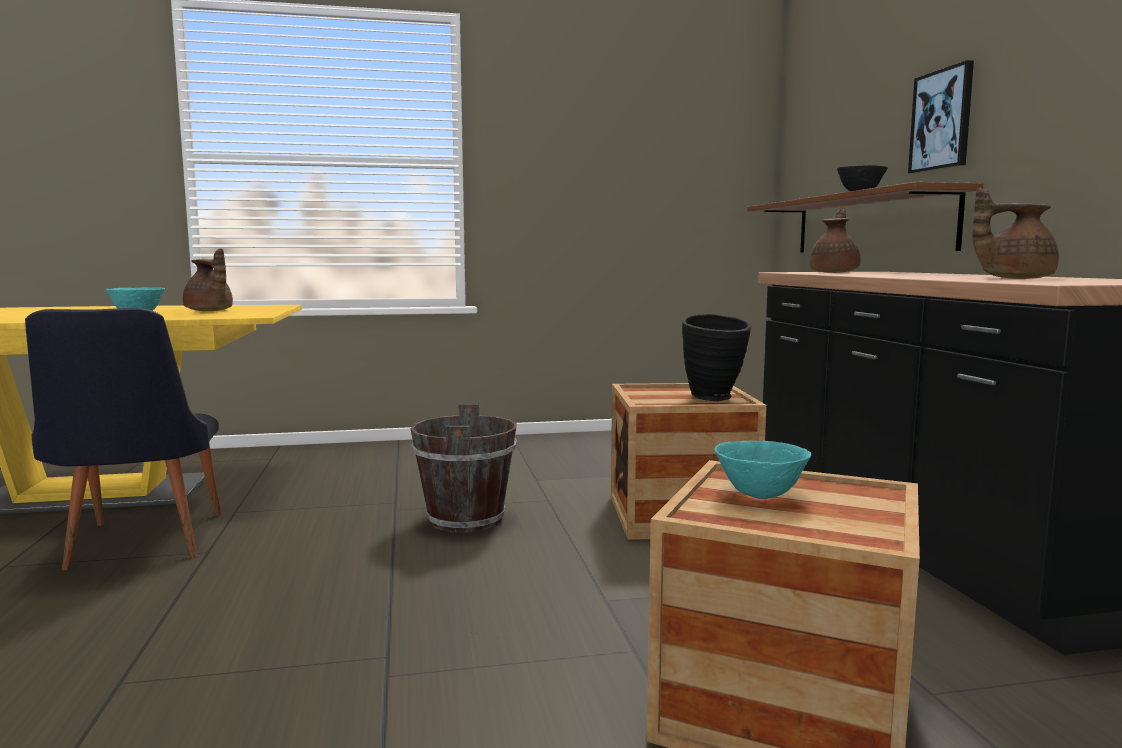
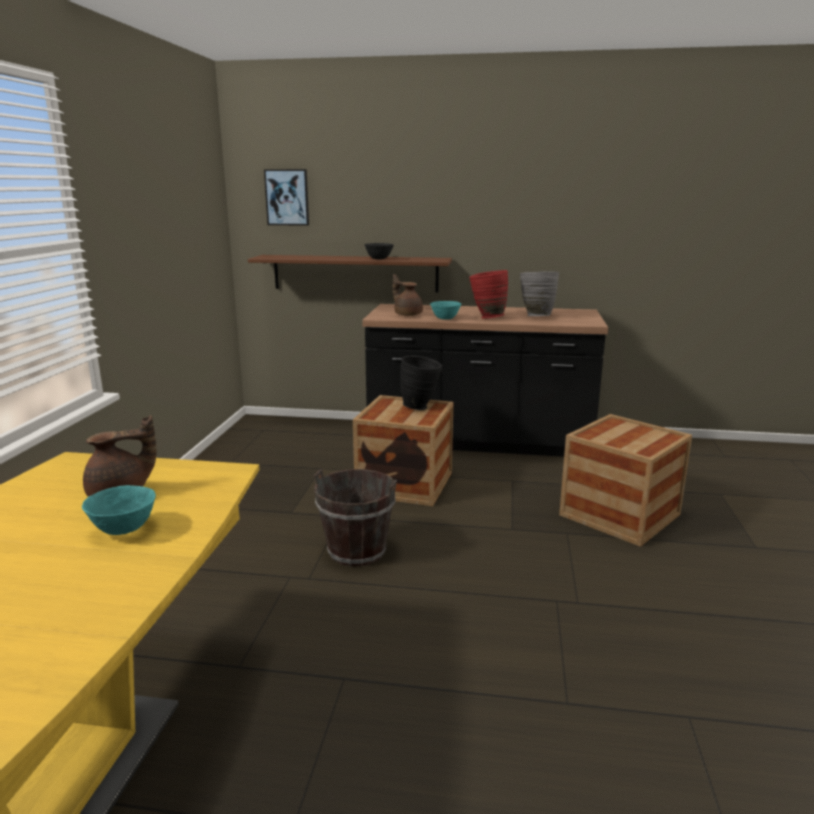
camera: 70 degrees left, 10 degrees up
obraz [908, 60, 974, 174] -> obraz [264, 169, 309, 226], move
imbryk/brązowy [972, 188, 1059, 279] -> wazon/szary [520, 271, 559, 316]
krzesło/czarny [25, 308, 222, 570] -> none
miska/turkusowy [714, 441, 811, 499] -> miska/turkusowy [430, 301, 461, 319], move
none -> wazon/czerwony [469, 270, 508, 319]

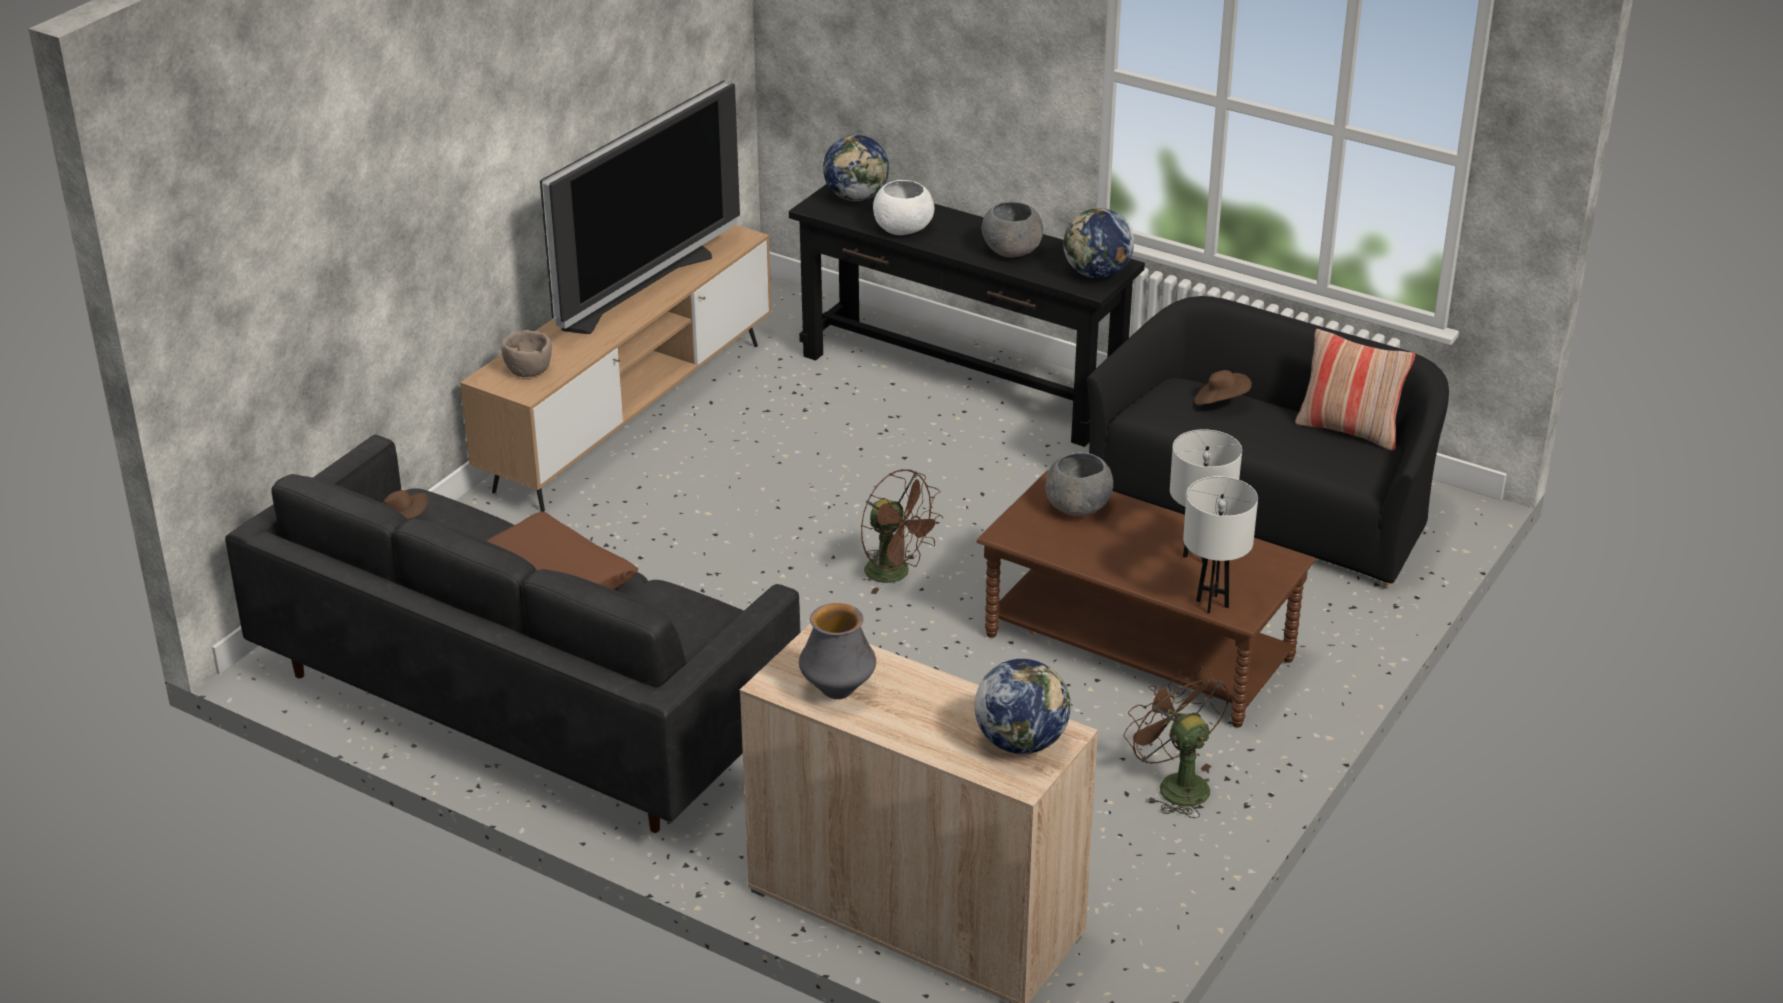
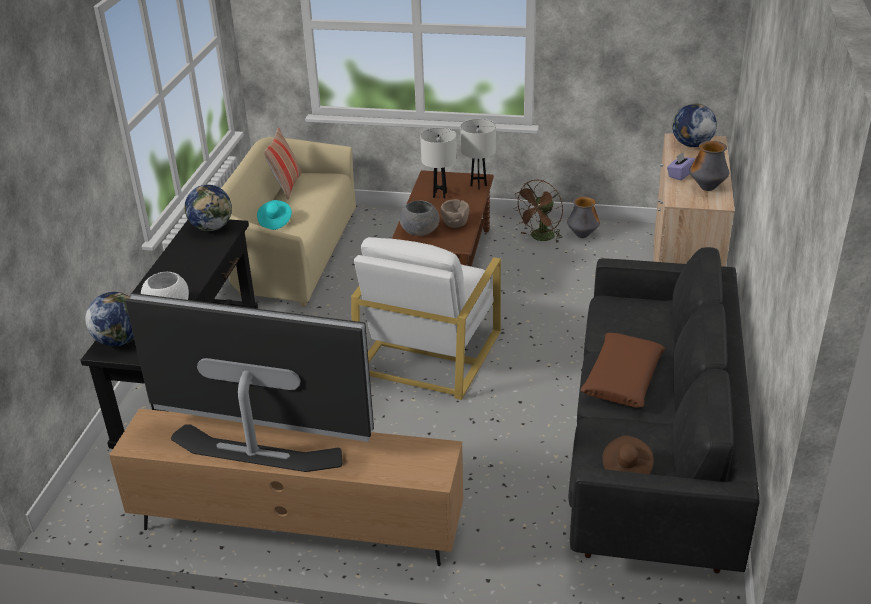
camera: 110 degrees left, 0 degrees up
miska/szary [981, 202, 1043, 258] -> none
kanapa/czarny [1087, 296, 1449, 588] -> kanapa/beżowy [221, 137, 356, 306]
miska/brązowy [501, 330, 552, 377] -> miska/brązowy [440, 199, 469, 228], move
kapelusz/brązowy [1194, 370, 1252, 405] -> kapelusz/turkusowy [257, 200, 292, 230]
wentylator/brązowy [861, 469, 944, 594] -> fotel/biały [351, 237, 501, 400]
none -> pudełko chusteczek/fioletowy [667, 152, 696, 180]
none -> wazon [567, 197, 600, 238]

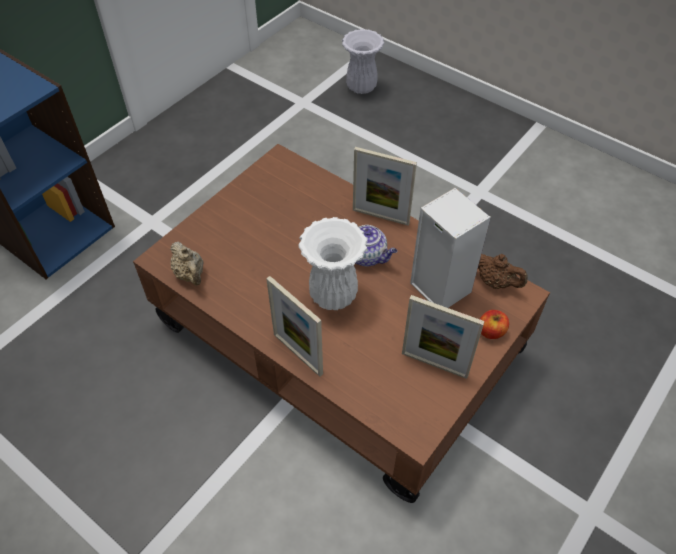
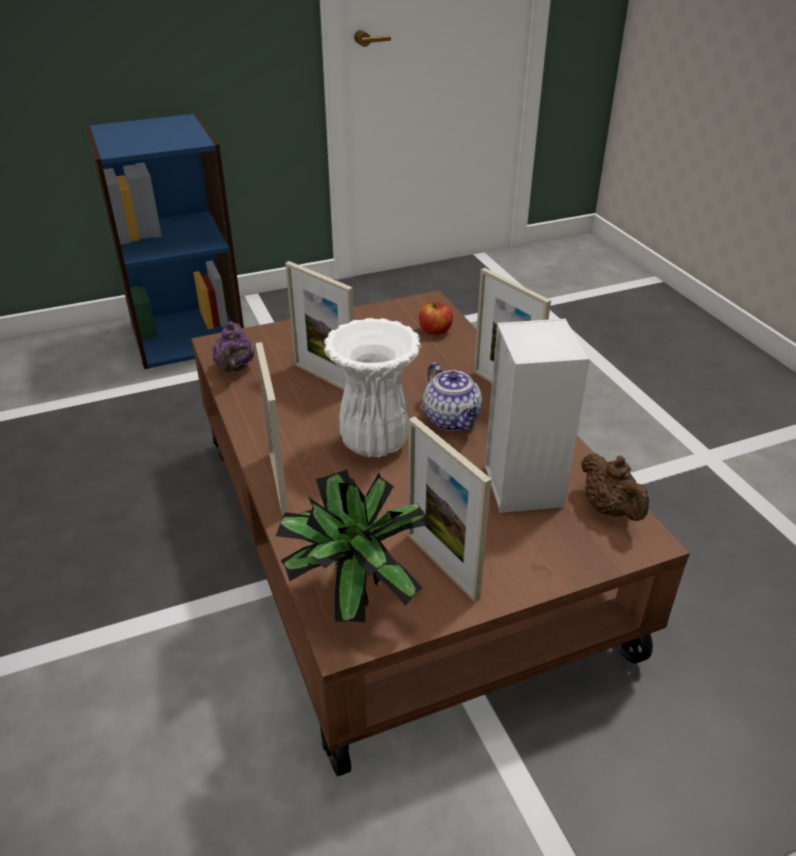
camera: 30 degrees right, 15 degrees down
wazon/biały [342, 29, 384, 94] -> none
imbryk/beżowy [170, 241, 203, 286] -> imbryk/fioletowy [213, 321, 254, 373]
jabłko [480, 310, 509, 339] -> jabłko [419, 302, 453, 335], move
none -> ramka na zdjęcie [285, 261, 354, 390]
none -> roślina doniczkowa [276, 469, 431, 623]

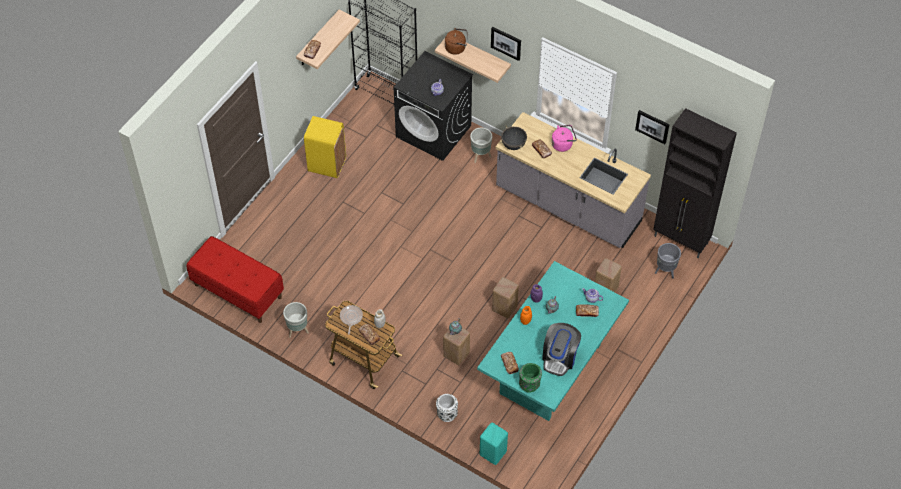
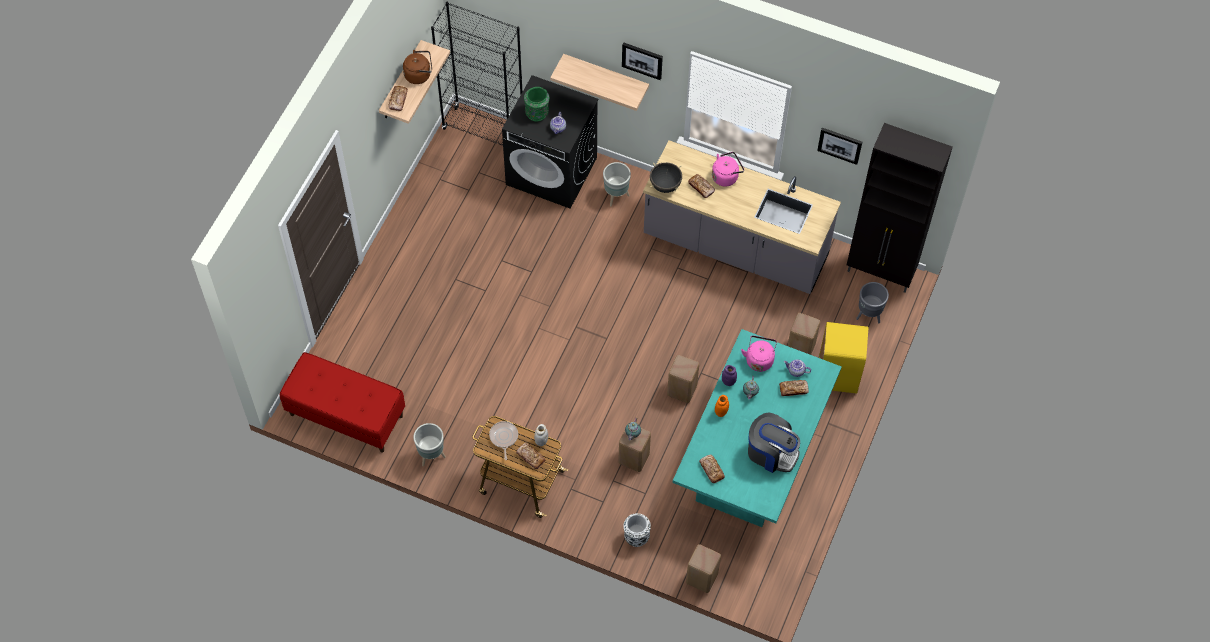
camera: 10 degrees left, 5 degrees up
czajnik/brązowy [445, 28, 467, 54] -> czajnik/brązowy [403, 50, 432, 84], move
kosz na śmieci/żółty [304, 116, 346, 178] -> kosz na śmieci/żółty [819, 322, 868, 394], move
ekspres do kawy [542, 323, 581, 376] -> ekspres do kawy [748, 413, 800, 473], 75 degrees counterclockwise
wazon/zielony [519, 363, 542, 393] -> wazon/zielony [524, 87, 549, 122], move
stołek/turkusowy [480, 422, 508, 465] -> stołek/beżowy [686, 544, 721, 593]
none -> czajnik/różowy [741, 336, 777, 372]

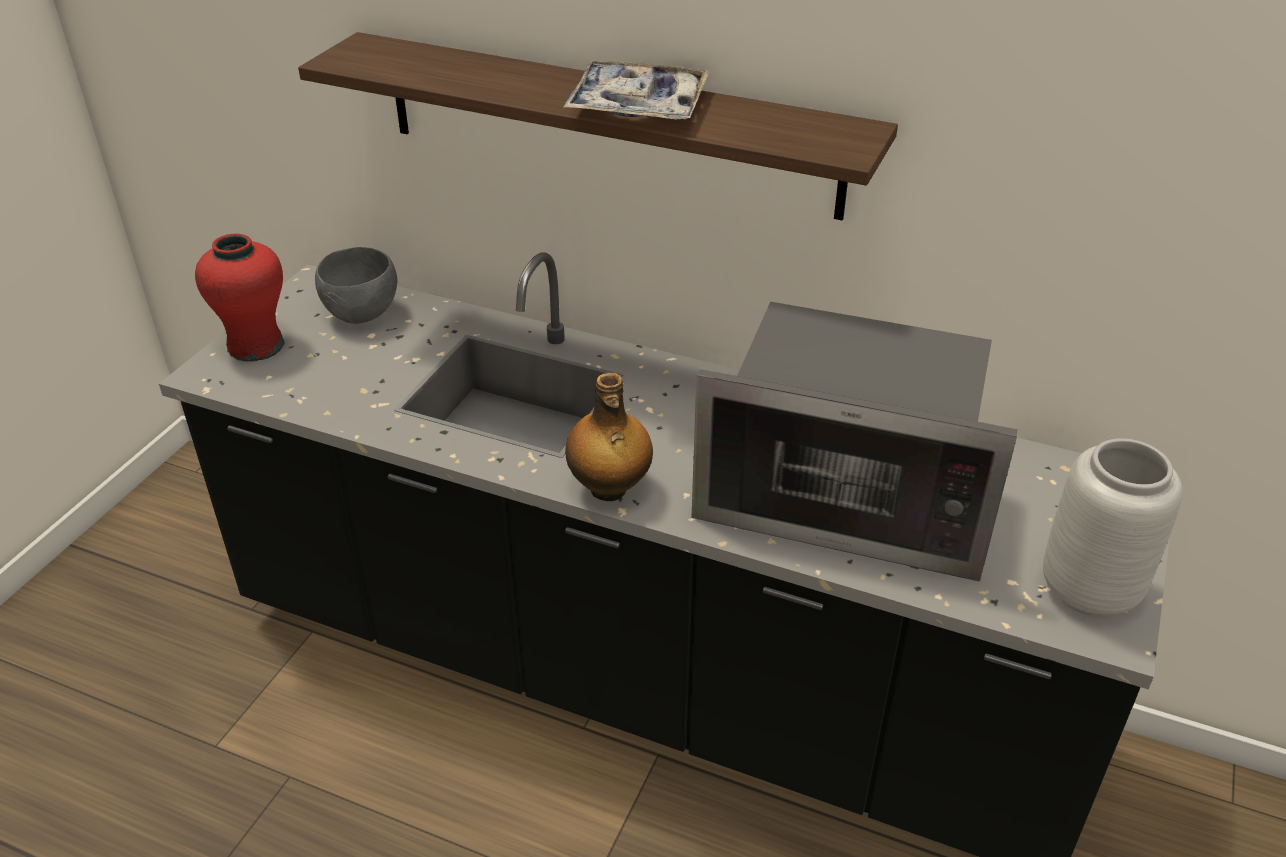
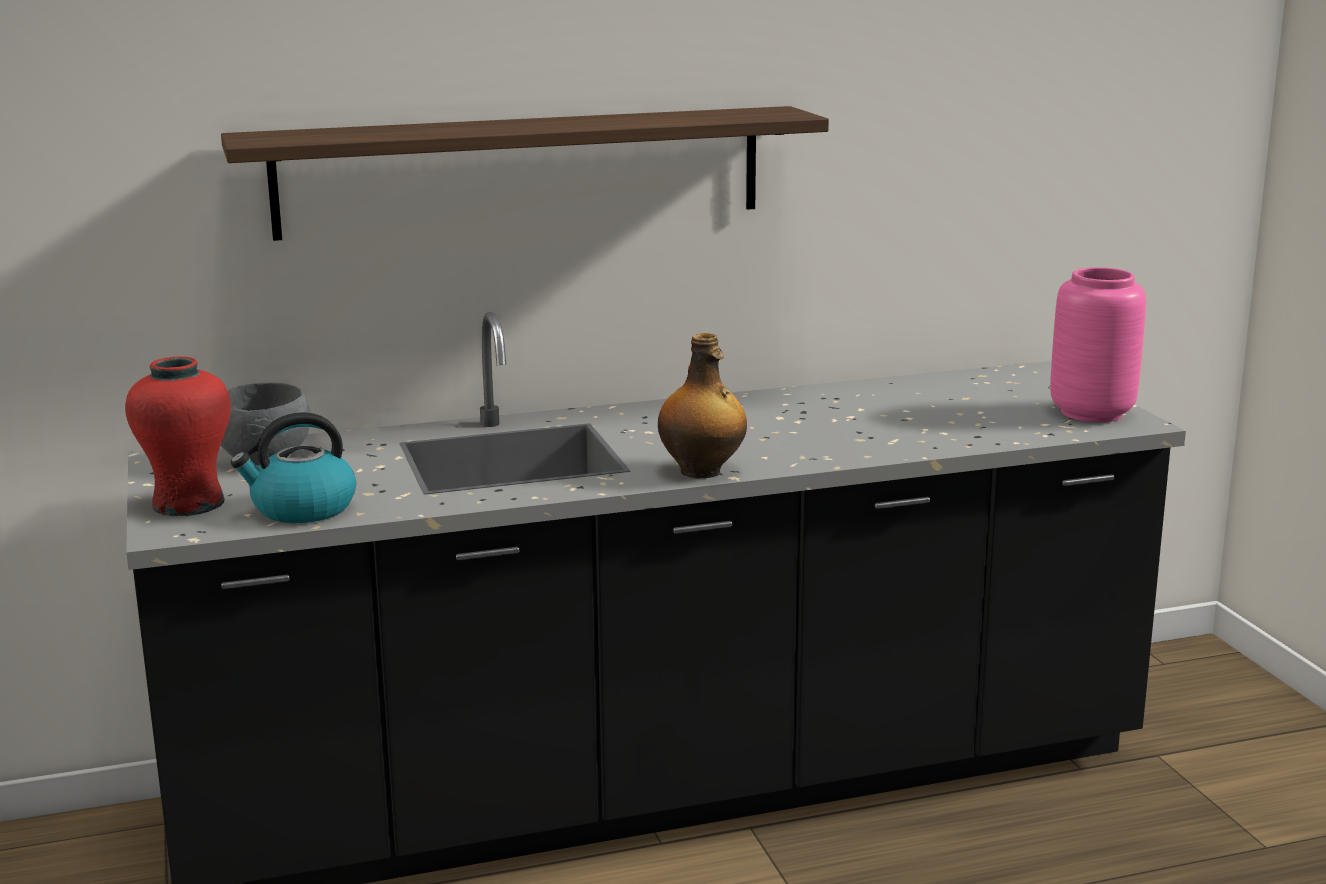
camera: 40 degrees left, 20 degrees down
taca [563, 61, 710, 120] -> none
mikrofalówka [691, 302, 1018, 582] -> none
wazon/szary [1043, 438, 1183, 617] -> wazon/różowy [1050, 267, 1146, 422]
none -> czajnik [231, 412, 356, 523]

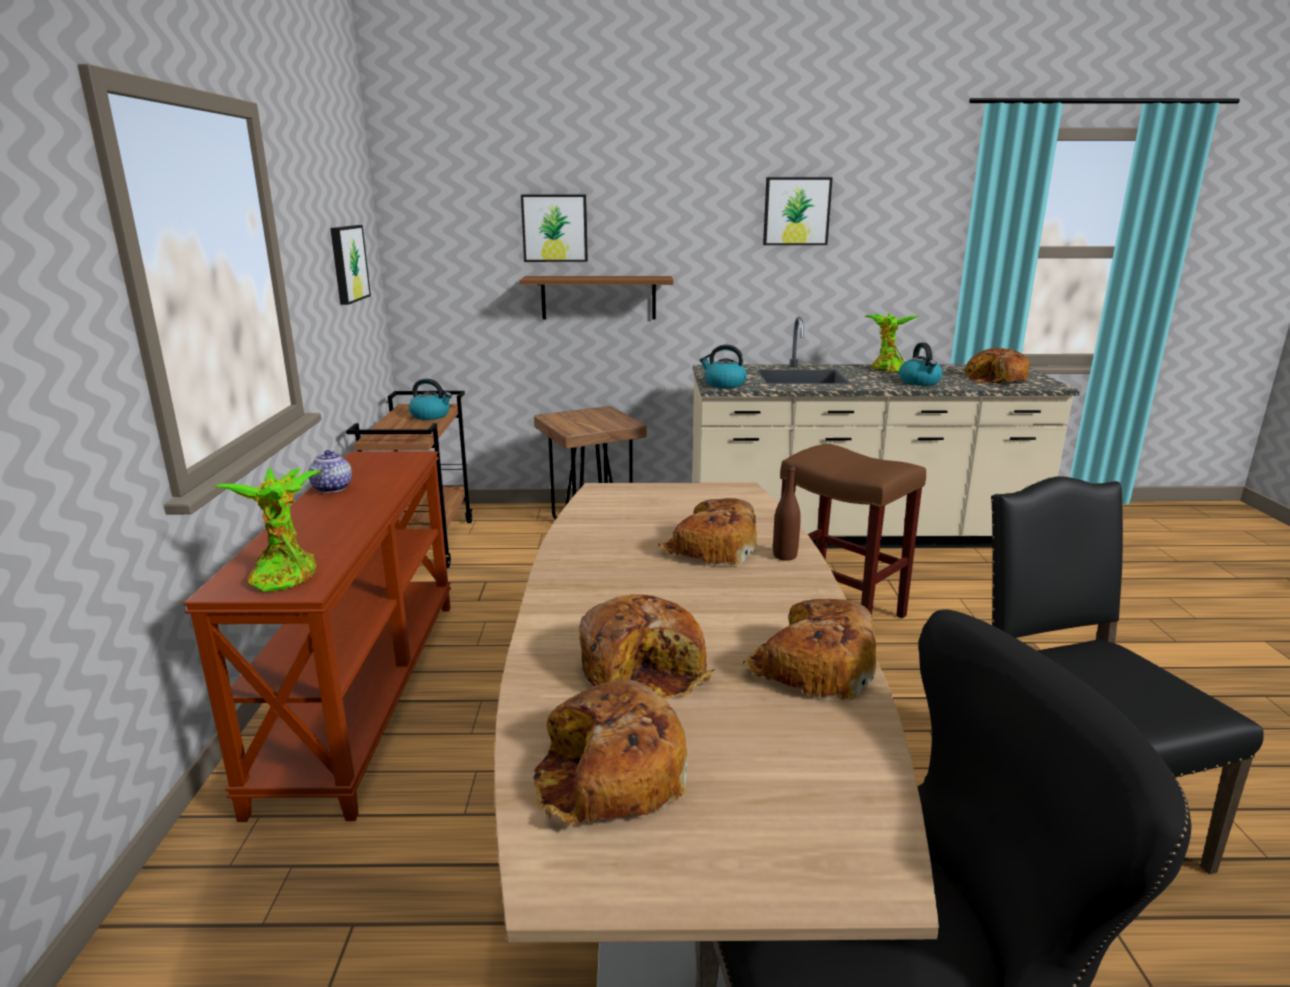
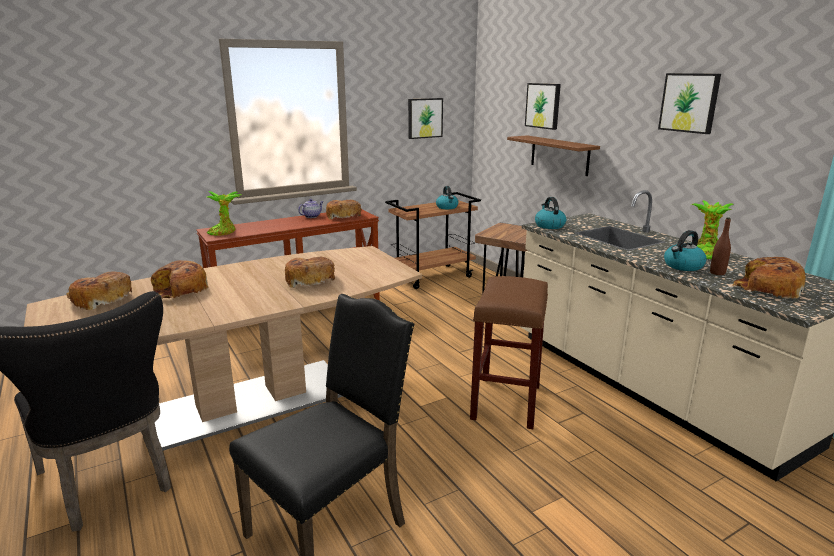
camera: 60 degrees right, 0 degrees up
butelka/brązowy [773, 463, 801, 561] -> butelka/brązowy [710, 217, 731, 275], move
chleb [743, 599, 876, 700] -> chleb [326, 200, 361, 220], move

